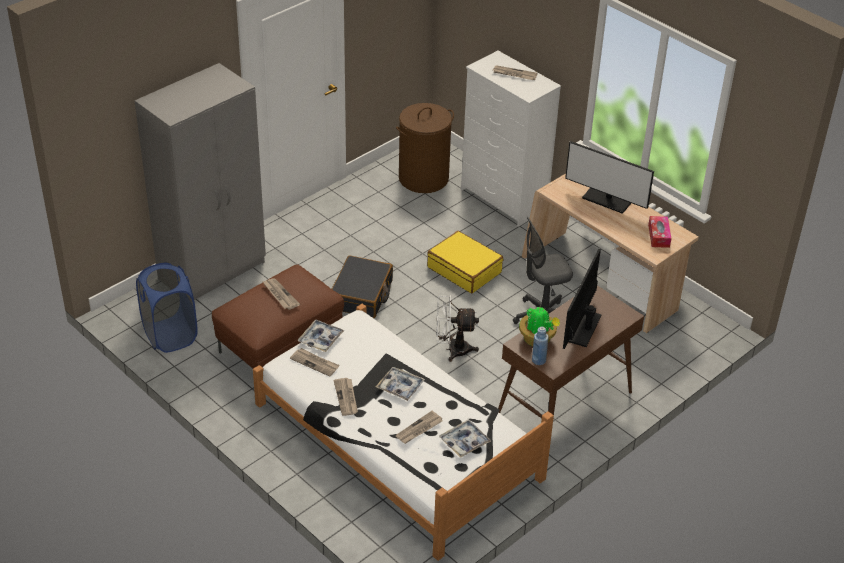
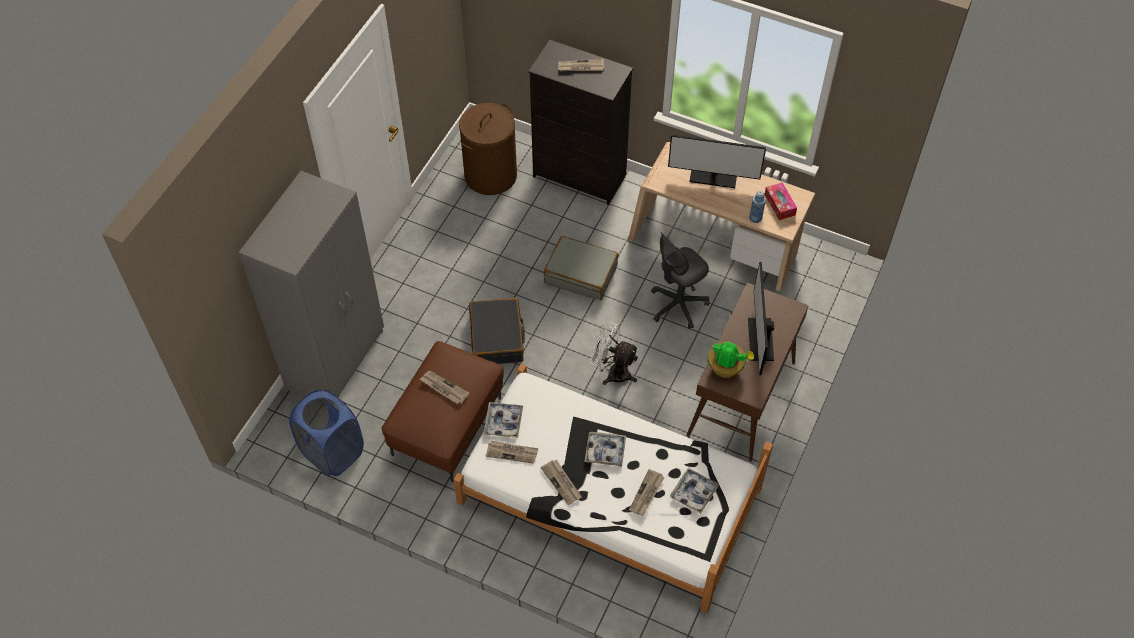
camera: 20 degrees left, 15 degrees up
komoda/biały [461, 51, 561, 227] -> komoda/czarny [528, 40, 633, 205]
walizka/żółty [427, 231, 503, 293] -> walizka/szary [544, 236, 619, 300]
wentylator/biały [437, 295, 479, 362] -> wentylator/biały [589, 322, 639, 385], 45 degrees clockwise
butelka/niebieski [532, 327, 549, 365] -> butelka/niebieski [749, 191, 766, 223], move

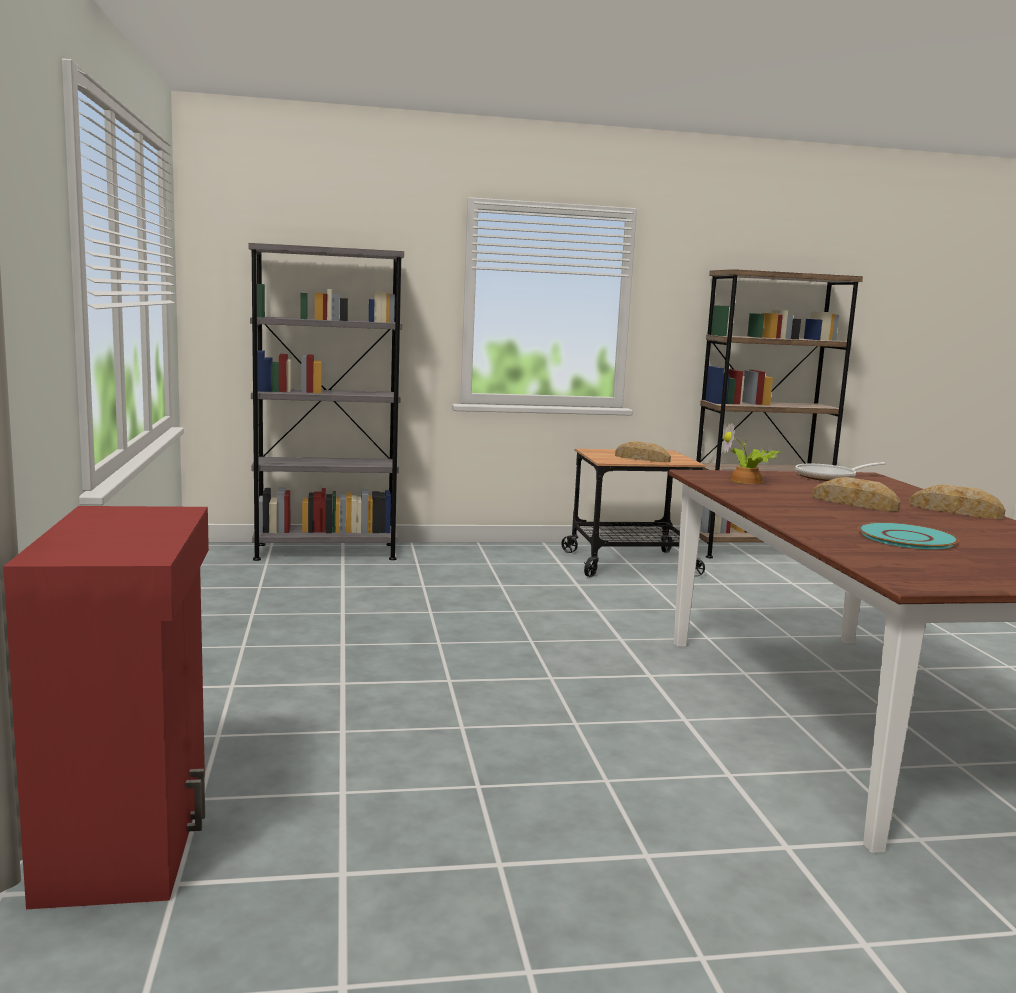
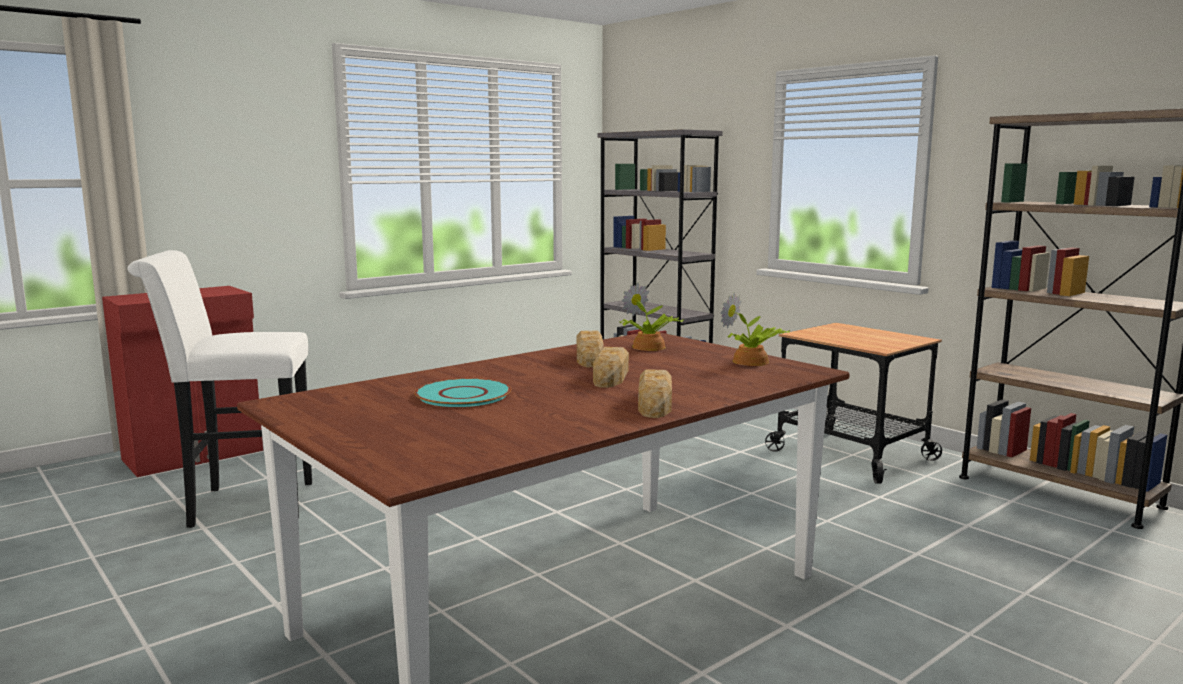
camera: 60 degrees right, 0 degrees up
chleb [615, 441, 671, 463] -> chleb [577, 331, 604, 367], move
patelnia [795, 462, 886, 481] -> roślina doniczkowa [721, 292, 790, 366]
none -> stołek/biały [127, 250, 312, 528]

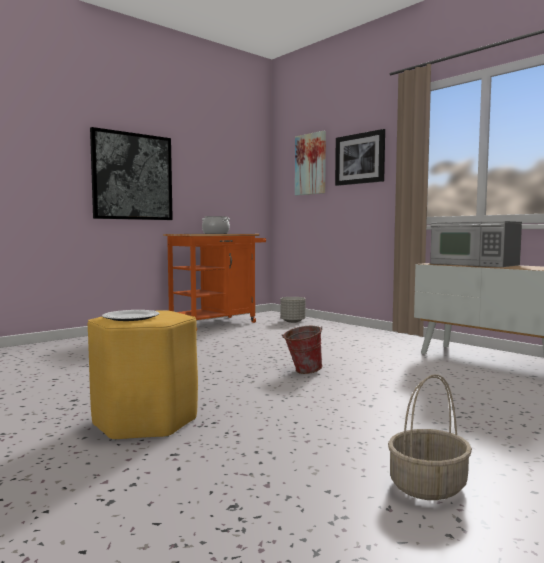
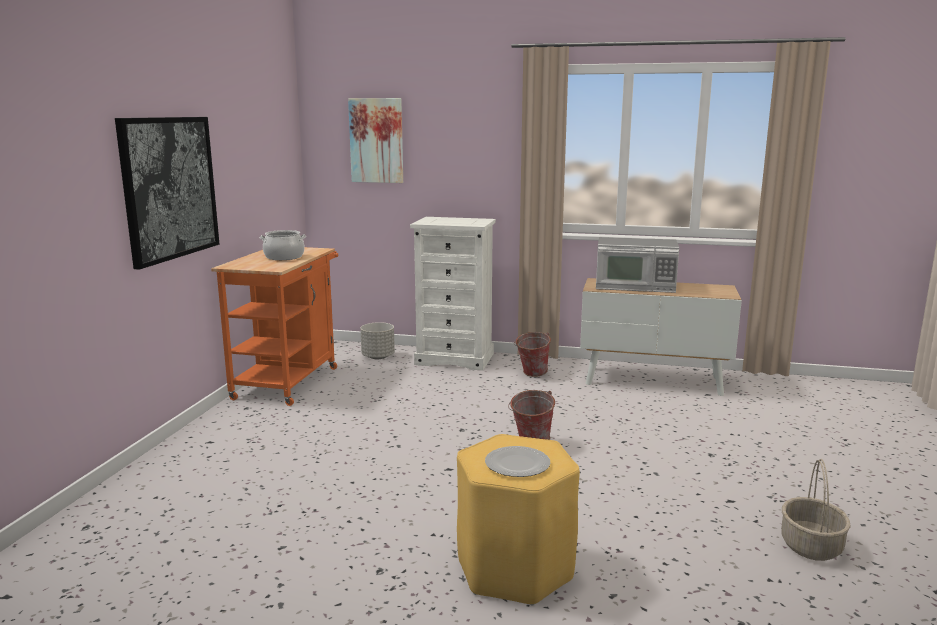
camera: 35 degrees left, 10 degrees up
obraz [335, 129, 385, 186] -> none
none -> komoda/biały [410, 217, 496, 371]
none -> wiadro [514, 332, 551, 377]

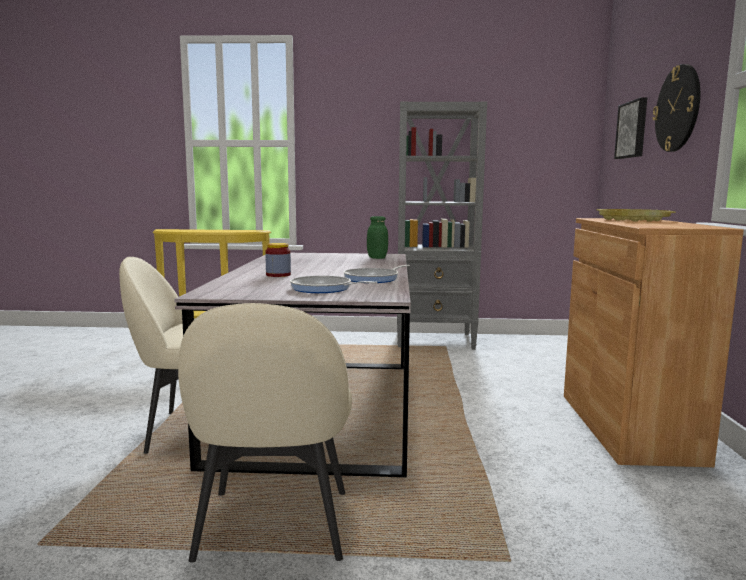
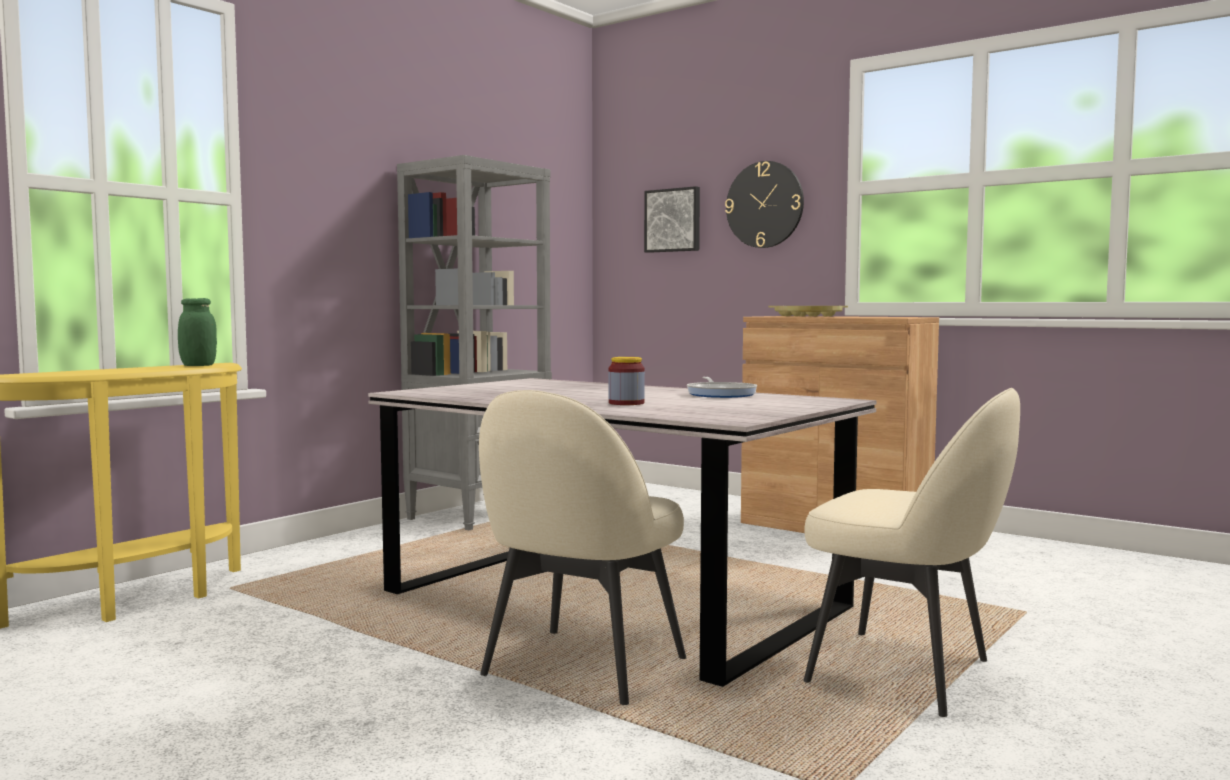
camera: 55 degrees left, 5 degrees down
słoik/zielony [367, 216, 388, 259] -> słoik/zielony [178, 298, 217, 366], move
patelnia [290, 276, 378, 293] -> none

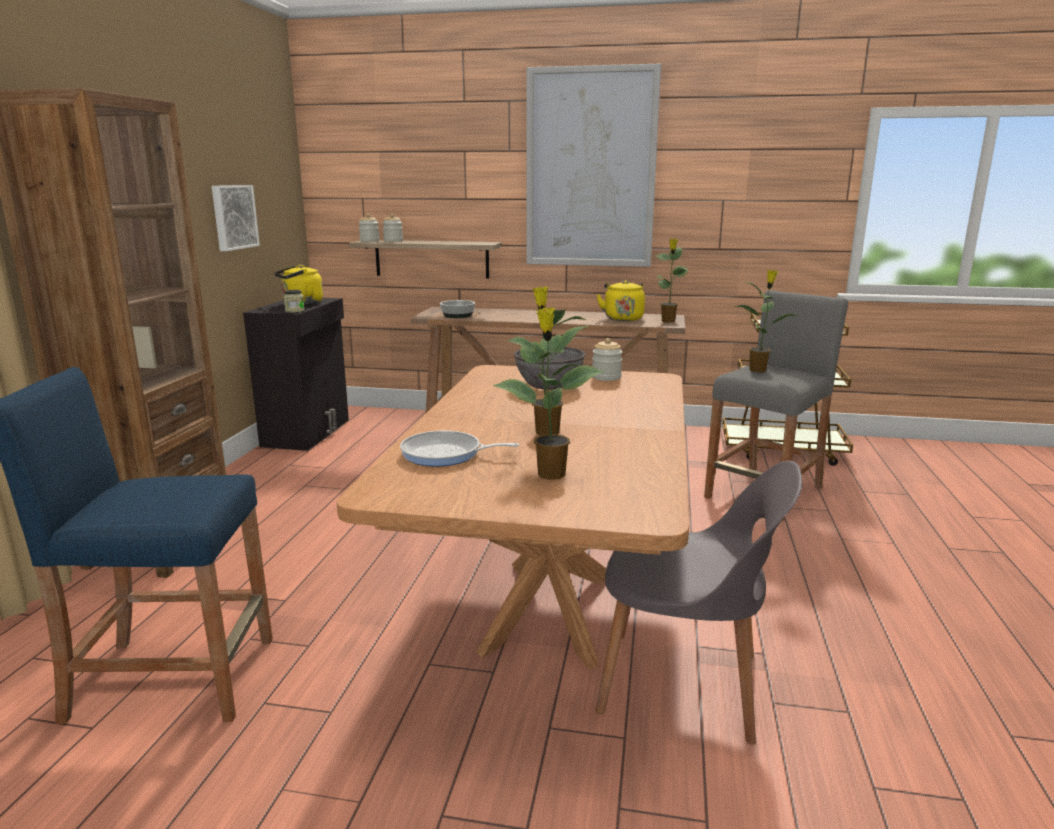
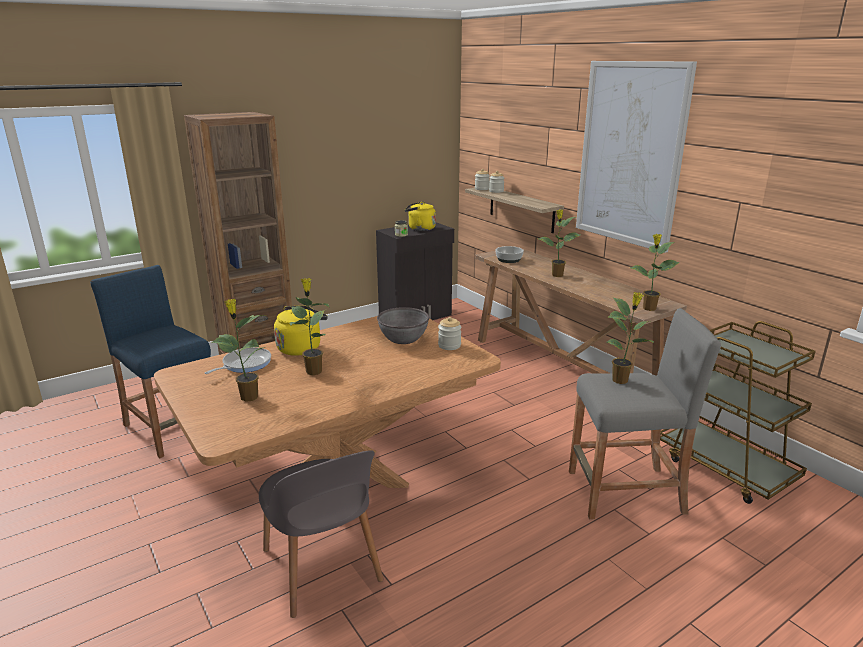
camera: 45 degrees right, 5 degrees up
obraz [212, 185, 260, 251] -> none
czajnik/żółty [597, 280, 645, 321] -> czajnik/żółty [274, 305, 328, 356], move
patelnia [400, 431, 519, 466] -> patelnia [205, 347, 271, 374], 75 degrees clockwise
none -> roślina doniczkowa [538, 209, 580, 277]

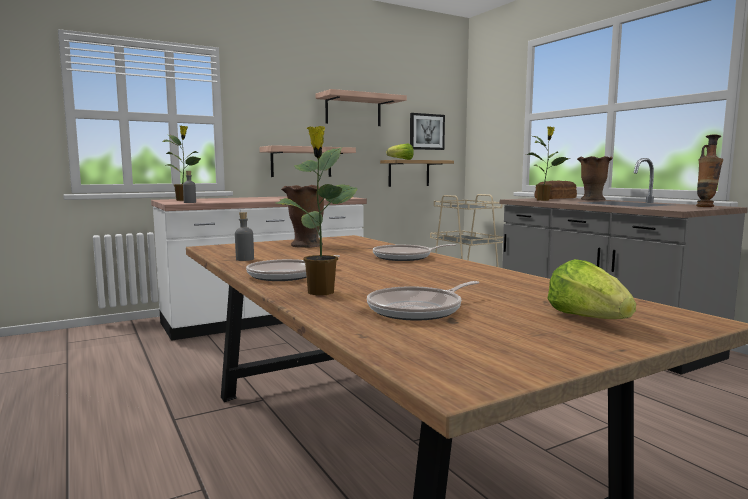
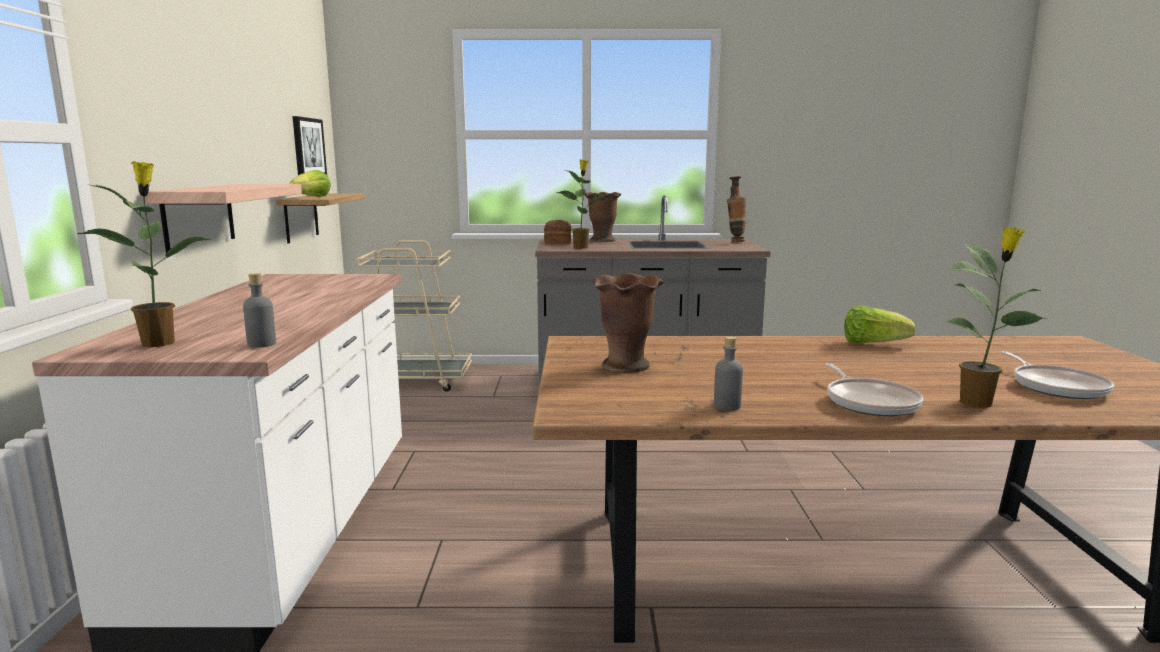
camera: 60 degrees left, 5 degrees up
półka [315, 89, 407, 126] -> none
patelnia [373, 244, 456, 261] -> none
sałata [547, 259, 636, 319] -> sałata [844, 305, 915, 344], move

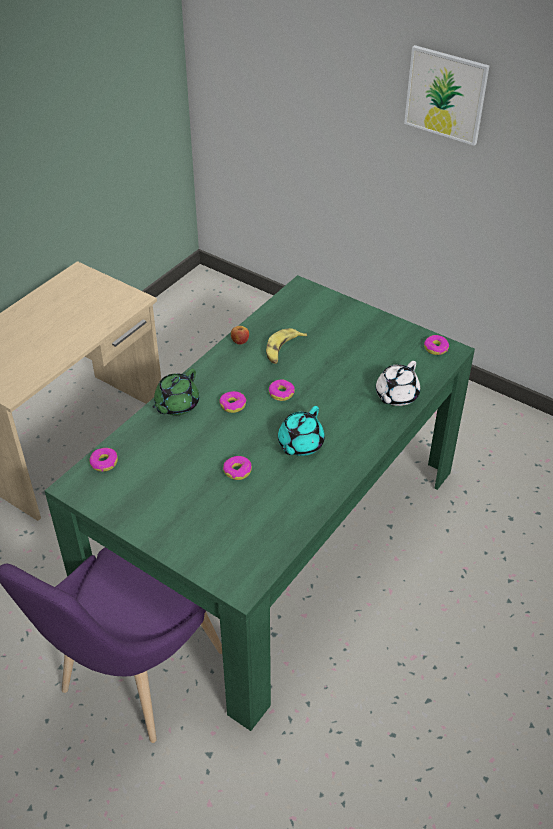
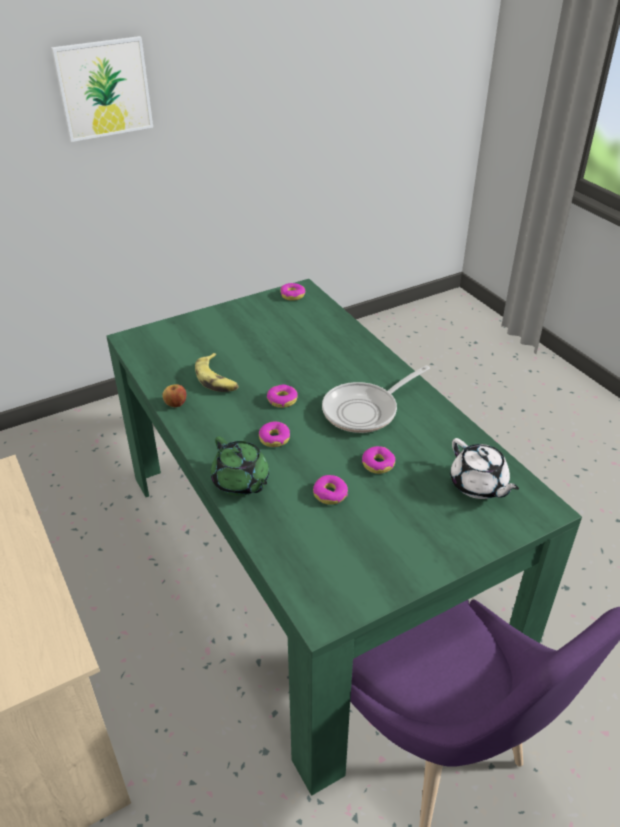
camera: 65 degrees left, 5 degrees down
imbryk/biały [376, 361, 420, 406] -> imbryk/biały [450, 438, 519, 499], move
imbryk/turkusowy [278, 406, 325, 456] -> patelnia [322, 365, 430, 433]
donut [89, 448, 118, 472] -> donut [313, 475, 348, 505], move

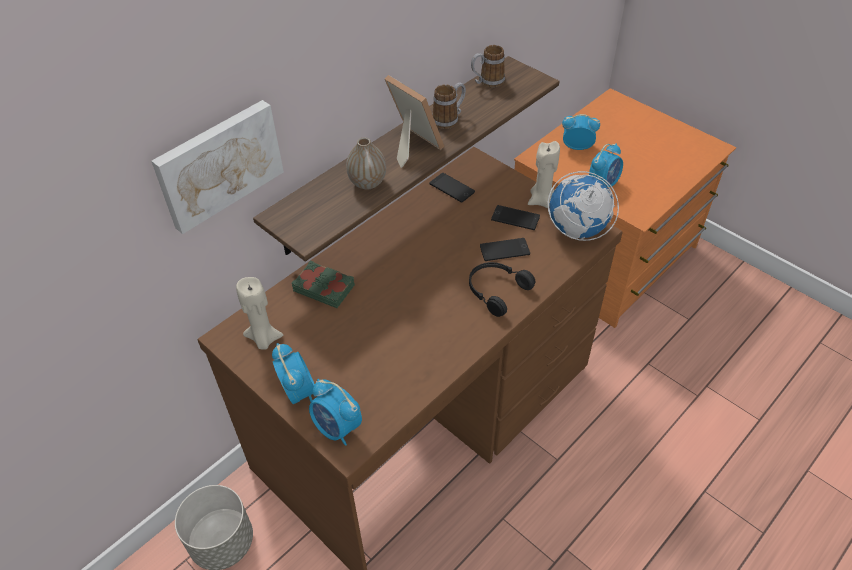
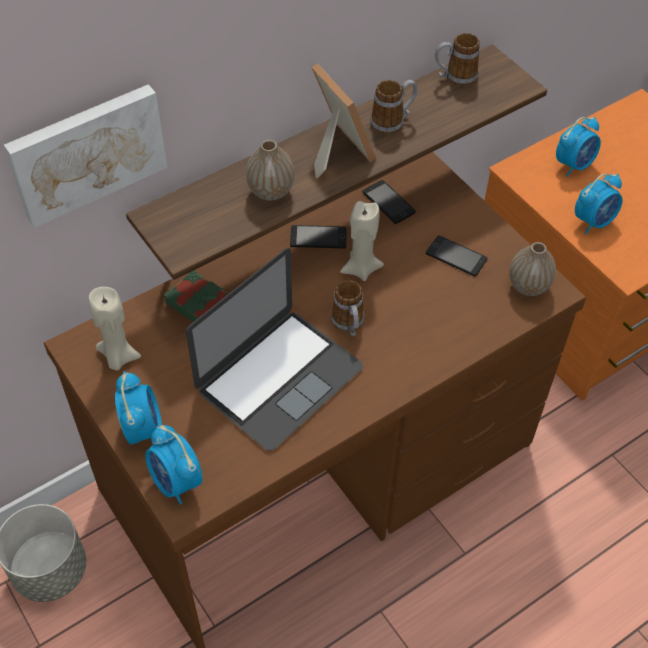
camera: 10 degrees right, 5 degrees up
budzik [562, 114, 600, 150] -> budzik [556, 117, 601, 177], 120 degrees clockwise
świeca/beżowy [528, 141, 560, 208] -> świeca/beżowy [340, 201, 384, 281], move
globus [548, 171, 619, 241] -> wazon [509, 242, 556, 296]
telefon [480, 238, 530, 261] -> telefon [290, 225, 347, 249], move
słuchawki/czarny [469, 262, 535, 317] -> none
none -> laptop [186, 248, 363, 451]
none -> kubek [331, 280, 364, 336]

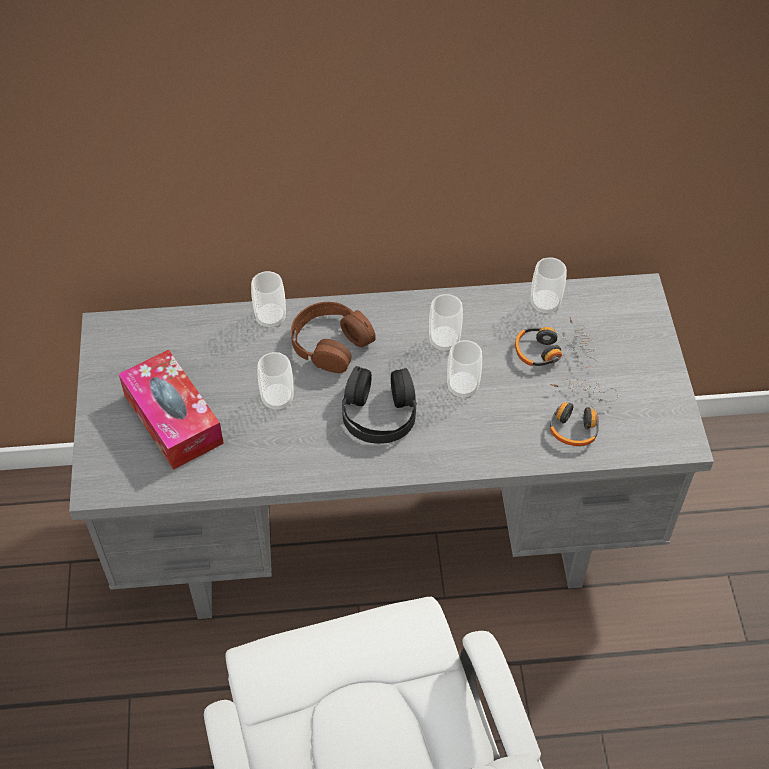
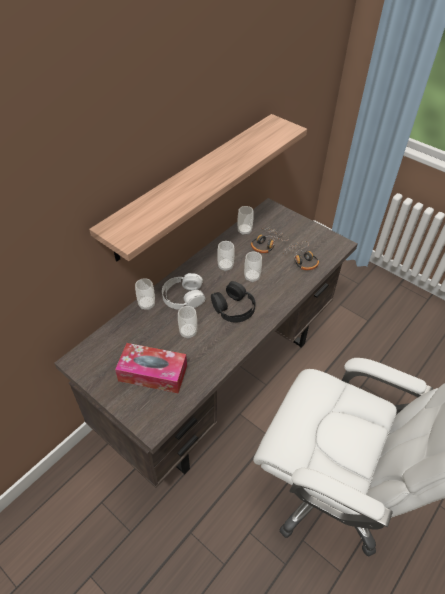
camera: 45 degrees left, 5 degrees down
biurko/szary [69, 273, 714, 619] -> biurko/brązowy [54, 198, 358, 488]
słuchawki/brązowy [291, 302, 376, 373] -> słuchawki/biały [162, 273, 205, 310]
none -> półka [89, 114, 307, 261]

